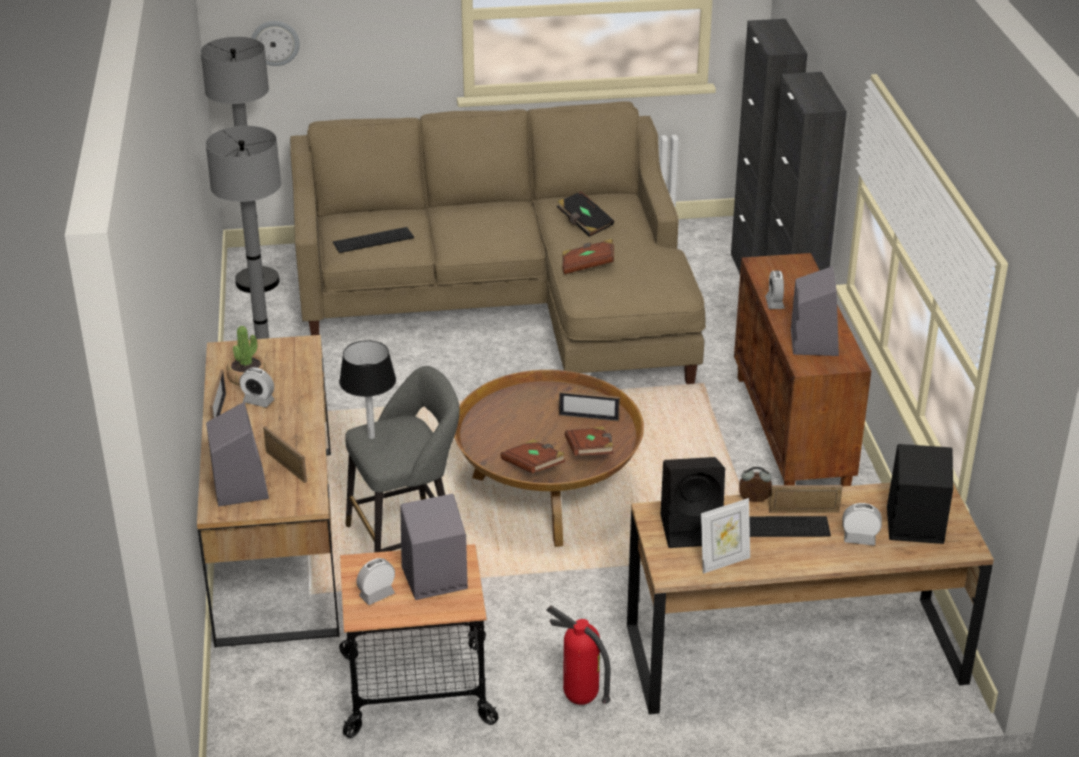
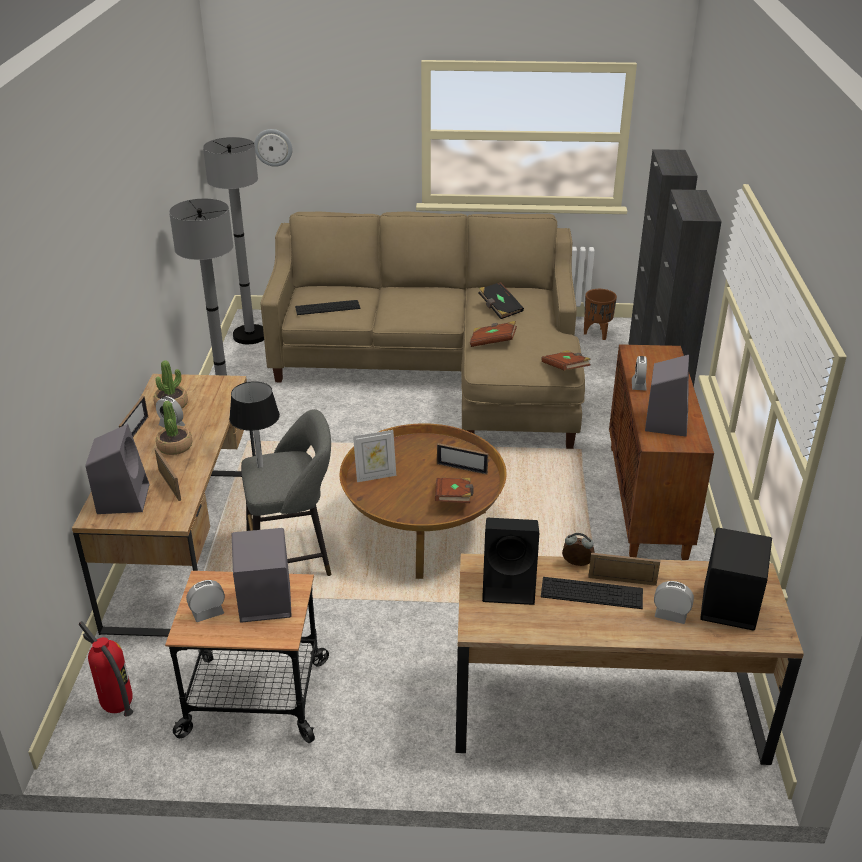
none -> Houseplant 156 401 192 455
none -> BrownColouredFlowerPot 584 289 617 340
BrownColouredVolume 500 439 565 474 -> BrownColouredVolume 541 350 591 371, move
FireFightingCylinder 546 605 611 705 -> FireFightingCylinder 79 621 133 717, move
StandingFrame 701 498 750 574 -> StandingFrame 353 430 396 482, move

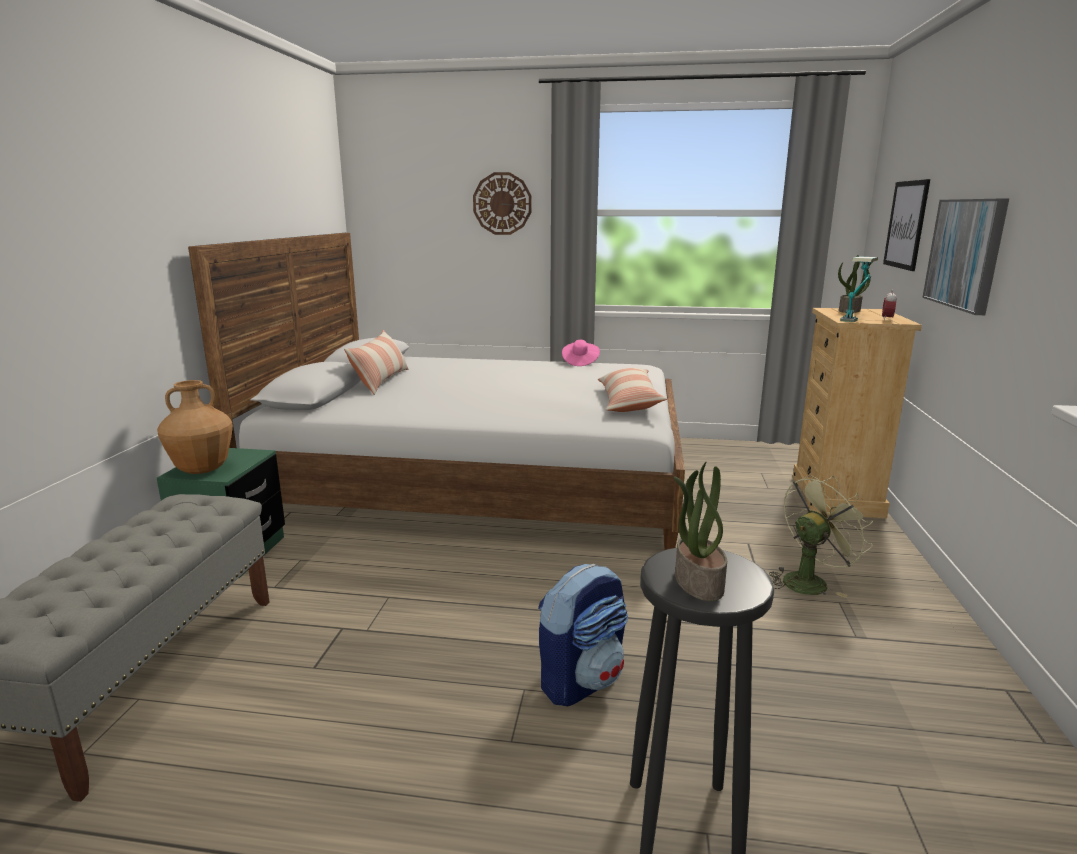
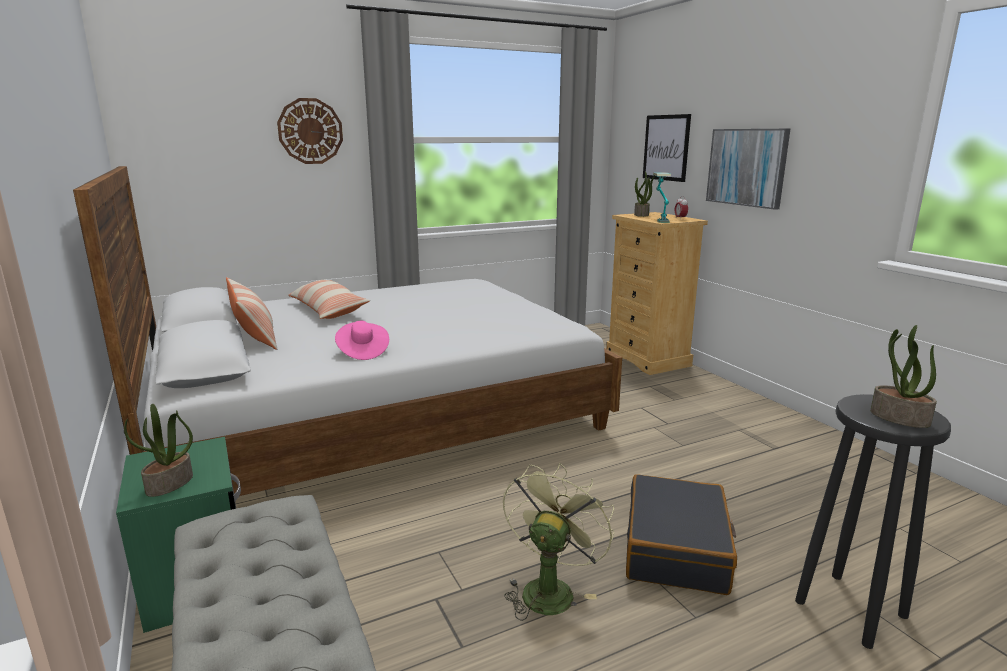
PinkWearableHat 562 340 600 366 -> PinkWearableHat 335 321 389 360, move
ThrowPillow 598 368 667 412 -> ThrowPillow 288 280 370 319, move
GreenishFan 769 475 873 598 -> GreenishFan 503 463 614 621, move
BrownColouredVase 157 380 233 474 -> Houseplant 124 404 193 497
Backpack 538 564 628 706 -> BlackColouredPieceOfLuggage 626 474 737 595

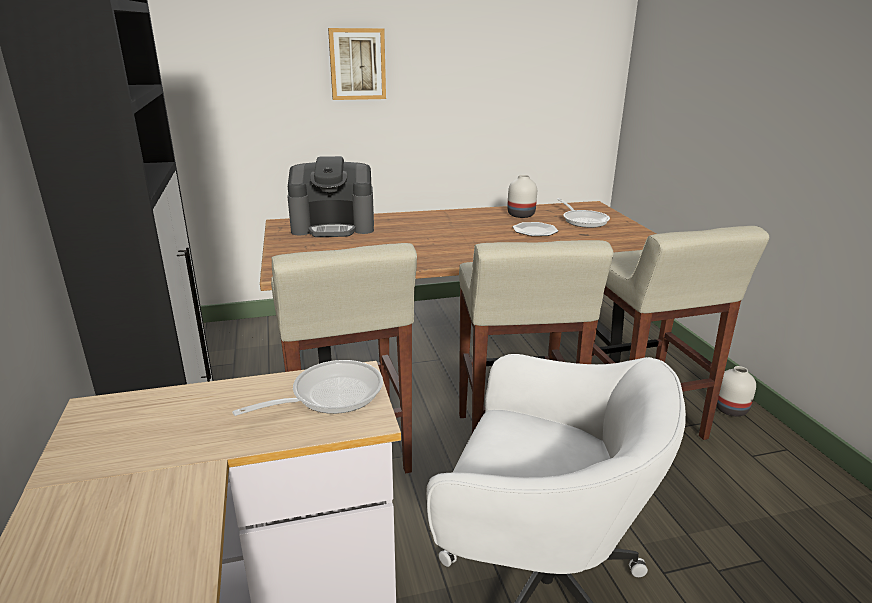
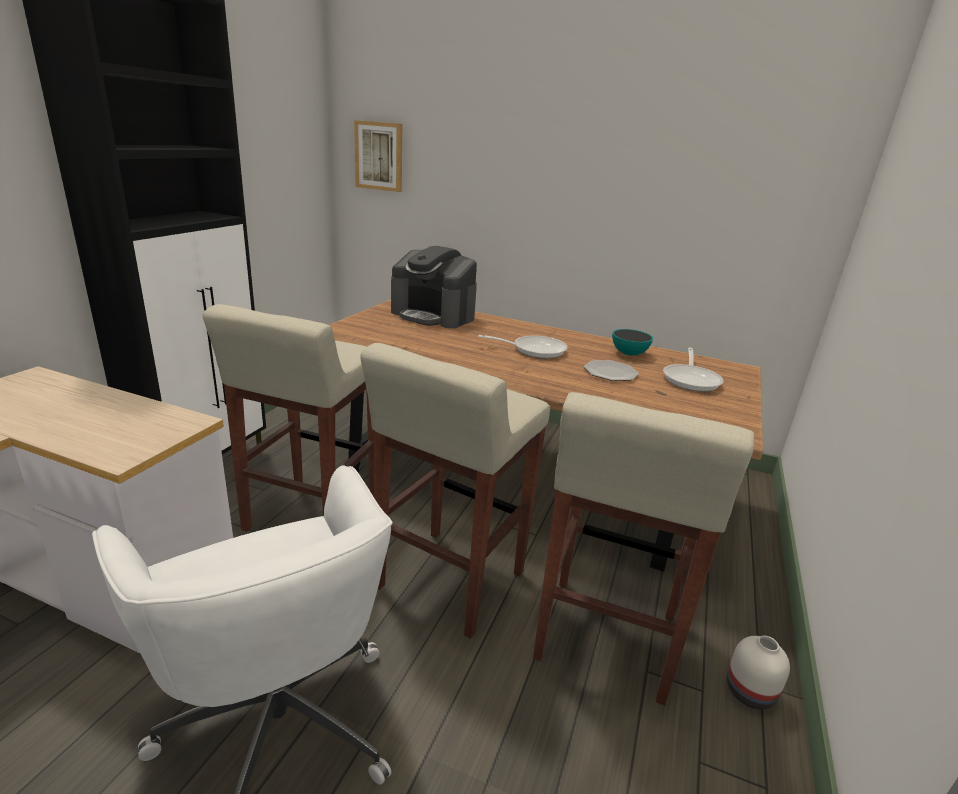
Skillet 232 360 383 416 -> Skillet 478 335 568 359, move
WallArt 328 28 386 100 -> WallArt 354 120 402 192, move
WhiteVase 507 175 537 218 -> DeepDish 612 329 653 355

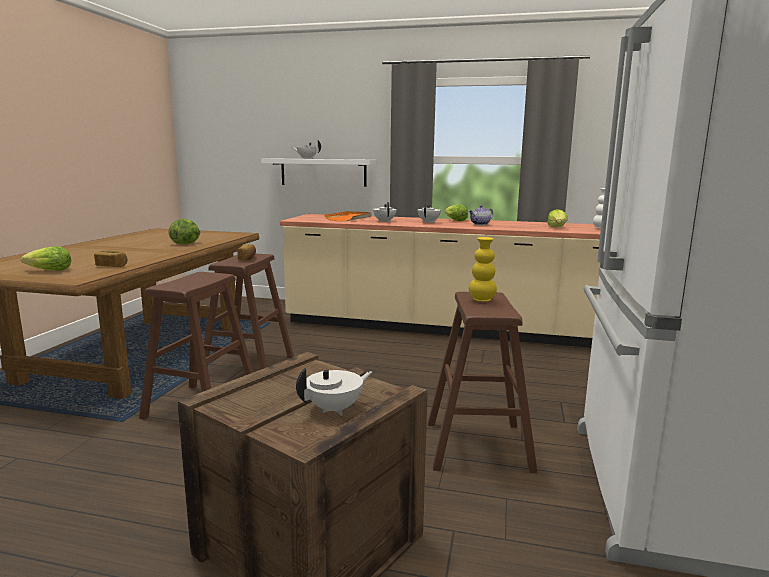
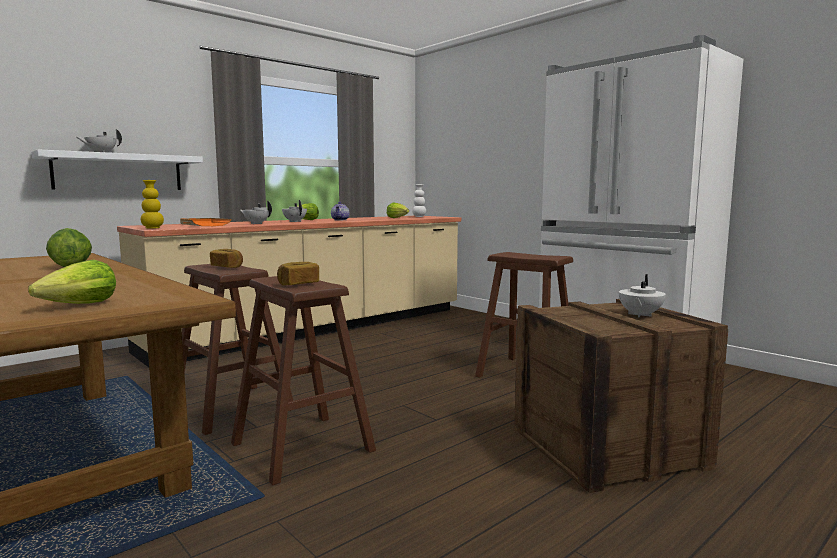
Bread 94 250 127 267 -> Bread 277 262 319 286, move
YellowishVase 469 237 497 302 -> YellowishVase 141 180 164 229, move
WhiteTeaPot 296 368 372 416 -> WhiteTeaPot 619 274 666 318, 150 degrees counterclockwise

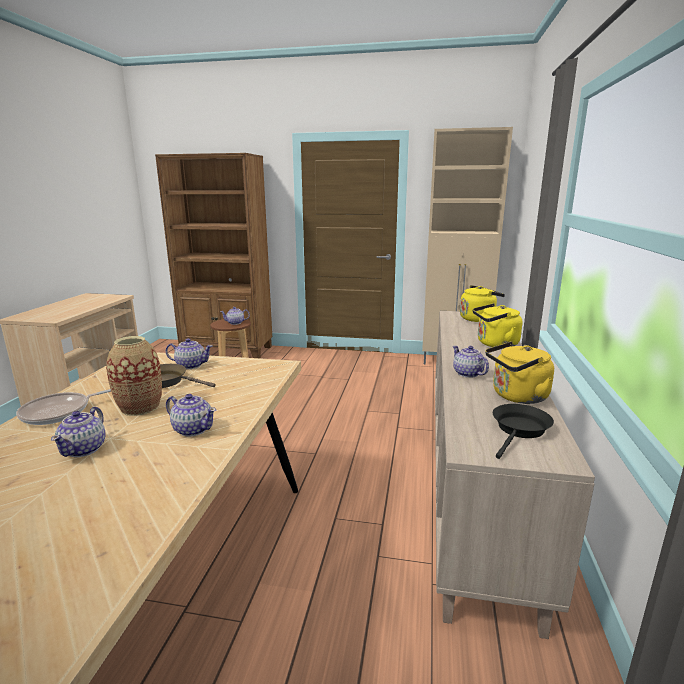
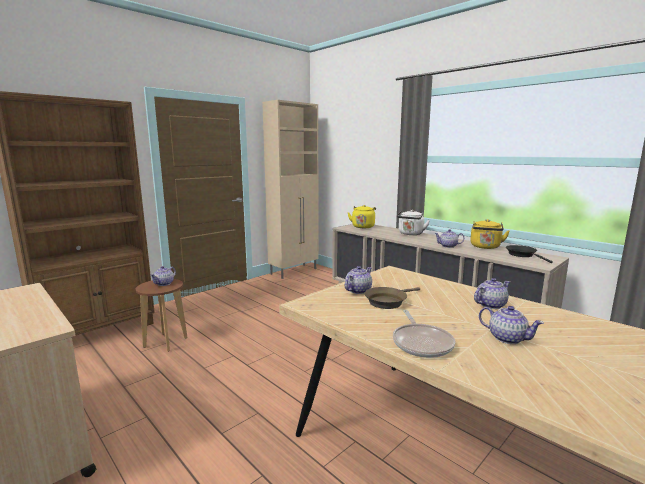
Vase 106 336 162 416 -> none
YellowishWaterKettle 473 303 523 347 -> WhiteWaterKettle 397 210 430 235

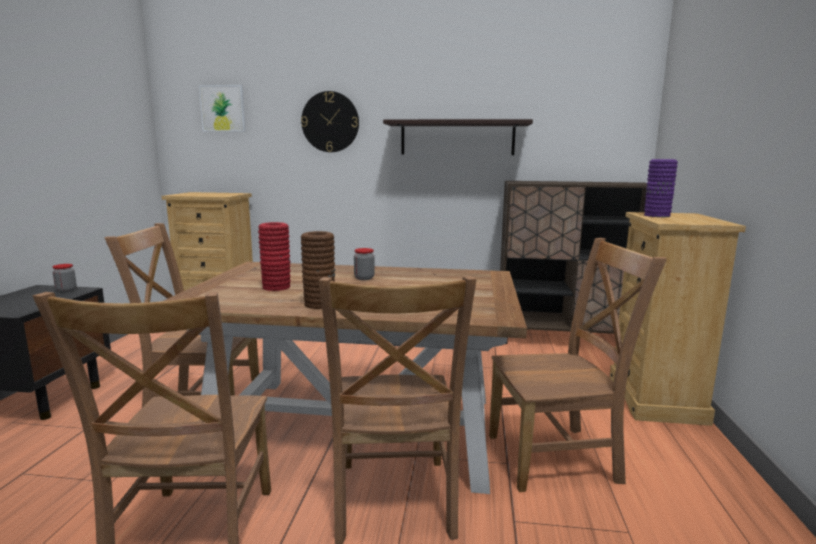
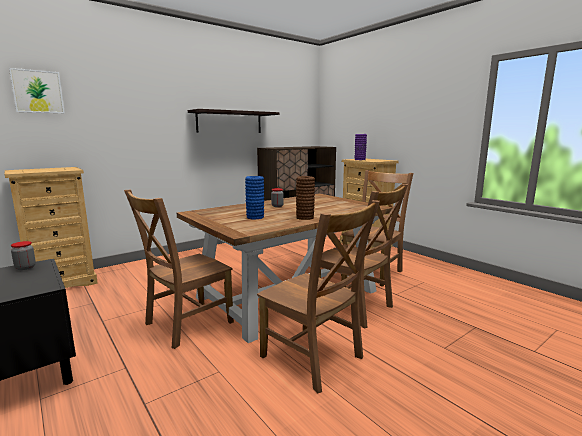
WallClock 301 91 359 152 -> none
RedVase 258 222 291 291 -> BlueColouredVase 245 176 264 219

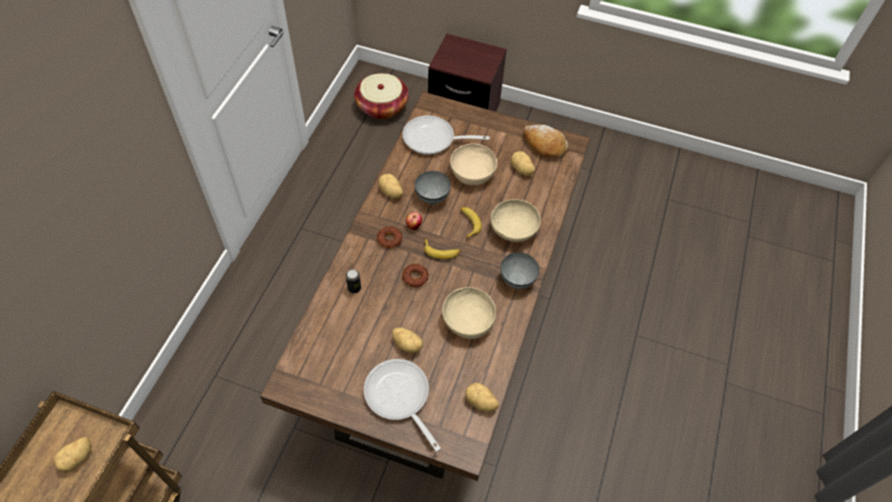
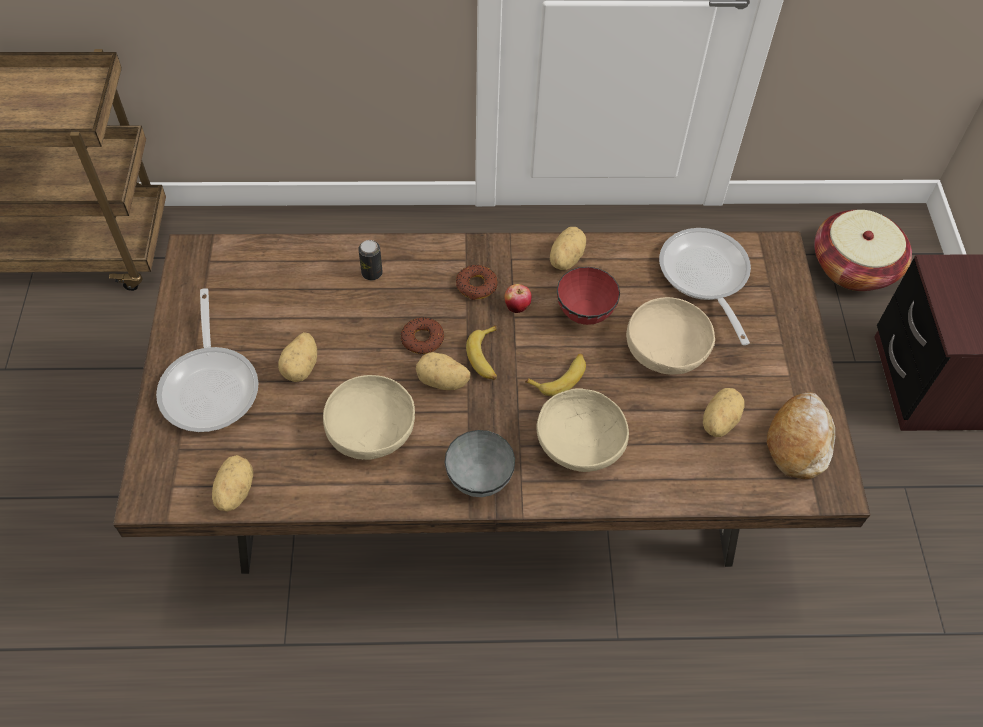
WholePotato 54 437 92 473 -> WholePotato 416 352 471 390, move
GrayDeepDish 415 171 451 204 -> RedDeepDish 557 267 620 325
Skillet 364 359 441 452 -> Skillet 156 288 259 432, 135 degrees clockwise

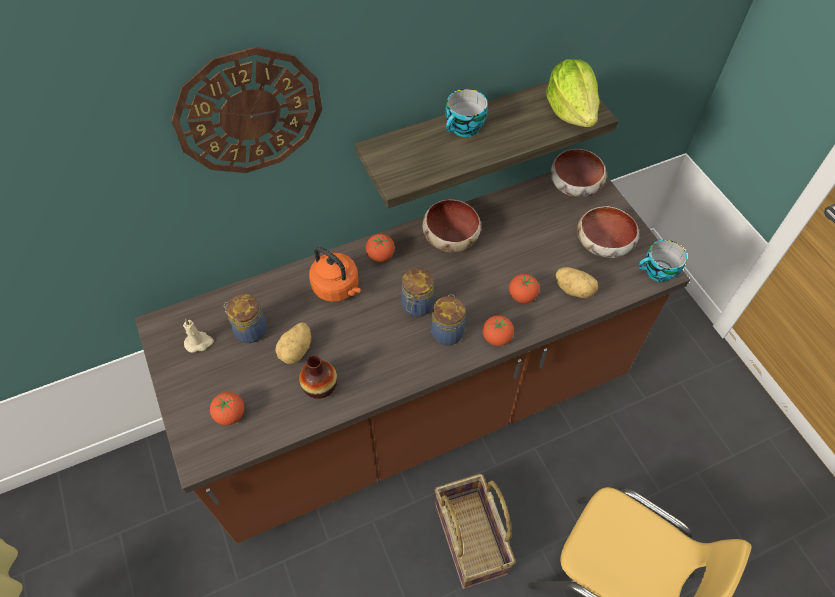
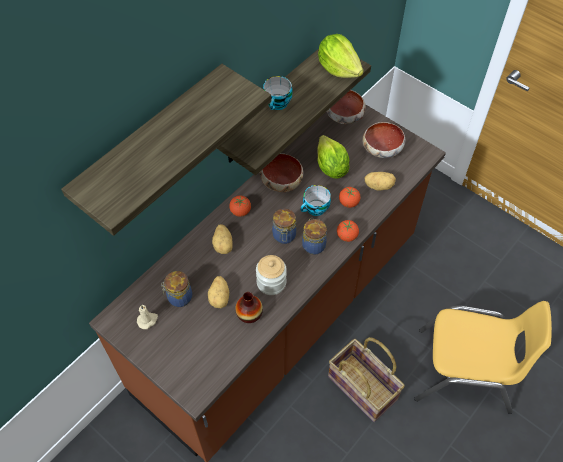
WholeTomato 210 392 244 425 -> none
none -> Jar 256 255 287 295
none -> Lettuce 317 135 350 179
Cup 638 240 687 282 -> Cup 300 185 331 216, move
WallClock 171 47 322 173 -> BracketShelf 61 64 271 236
OrangeyWaterKettle 309 246 361 302 -> WholePotato 212 224 233 254

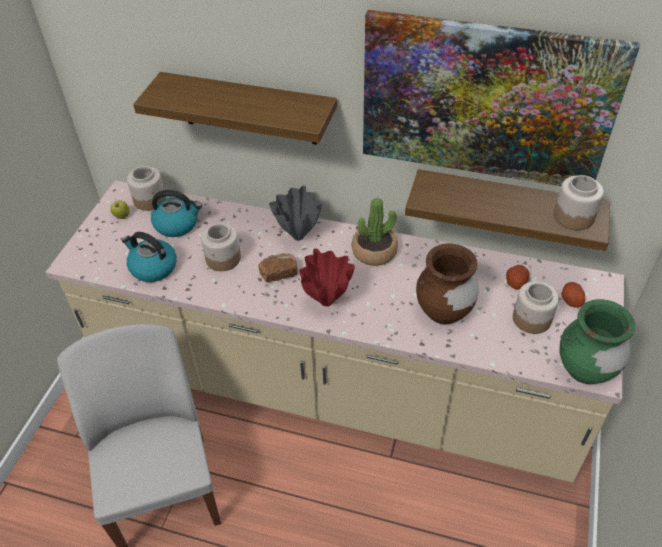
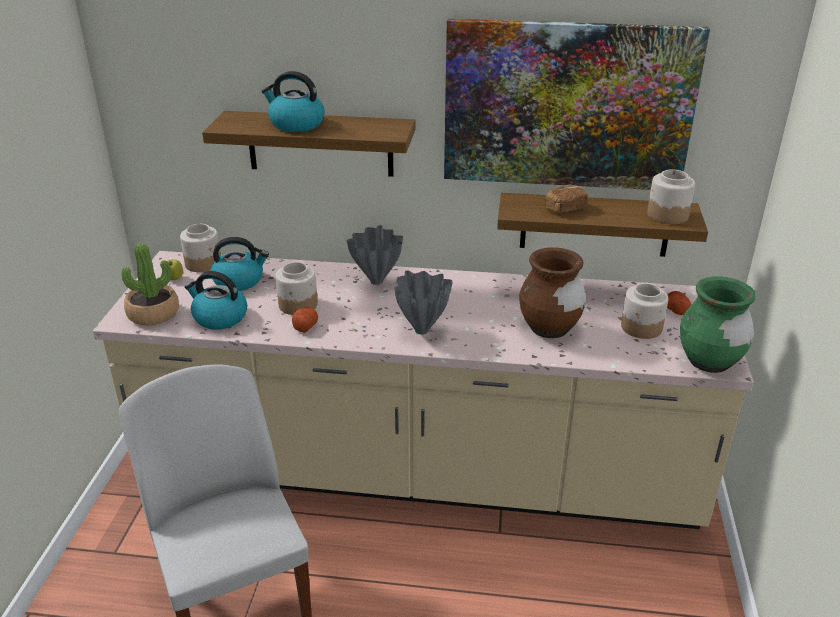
none -> WaterKettle 261 71 324 132
Bread 259 253 298 282 -> Bread 545 185 588 213, move
Houseplant 352 197 398 266 -> Houseplant 121 243 179 325, move
WholePotato 506 265 529 290 -> WholePotato 292 308 318 333, move
RedVase 299 248 355 306 -> GrayVase 394 271 453 335

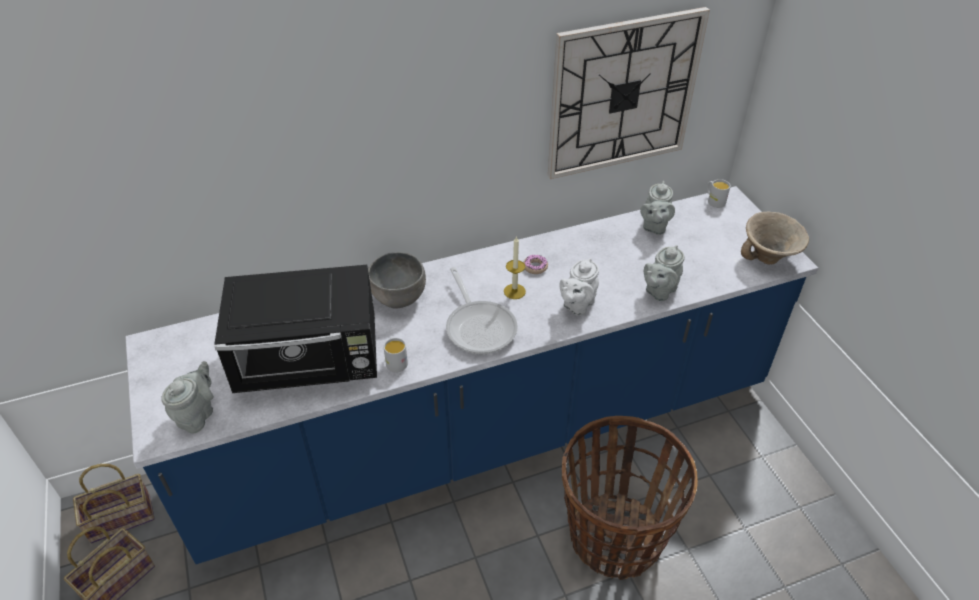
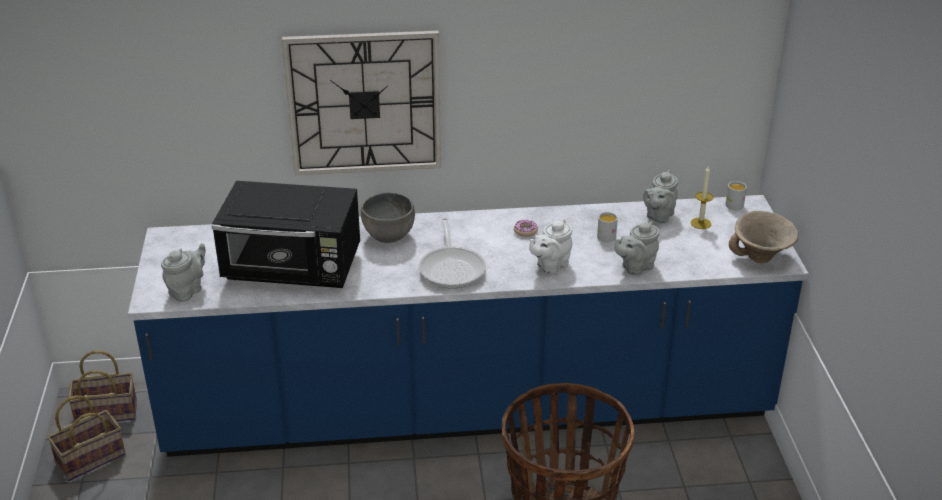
WhiteMug 384 337 408 372 -> WhiteMug 597 212 618 242, move
WaxCandle 504 236 526 299 -> WaxCandle 691 165 713 229, move
WallClock 548 7 710 179 -> WallClock 282 31 441 175, move

